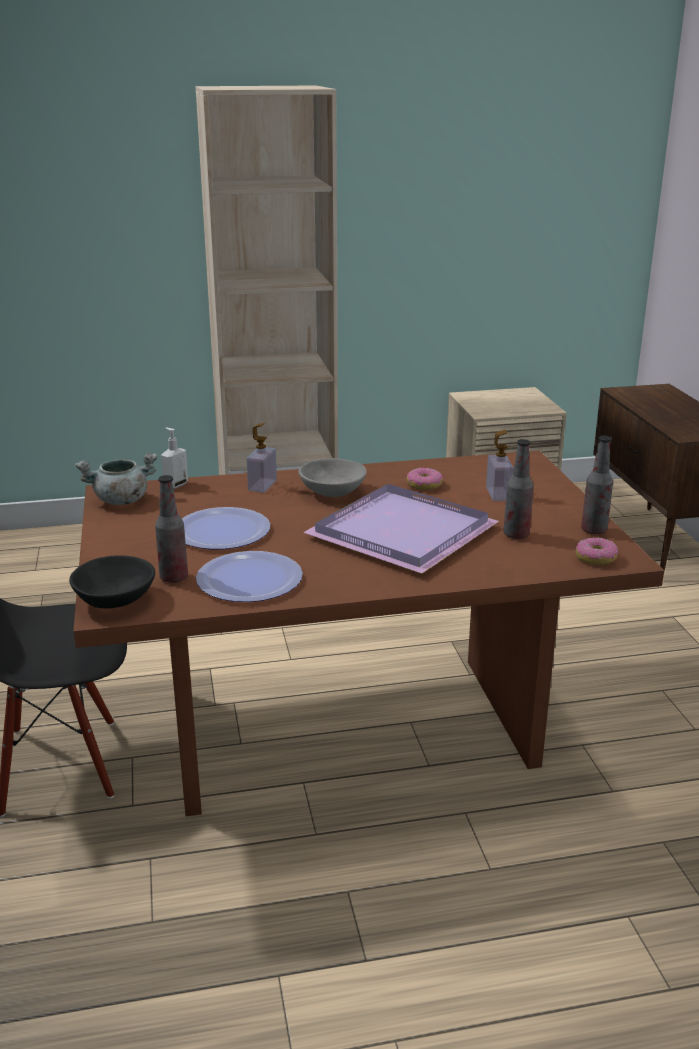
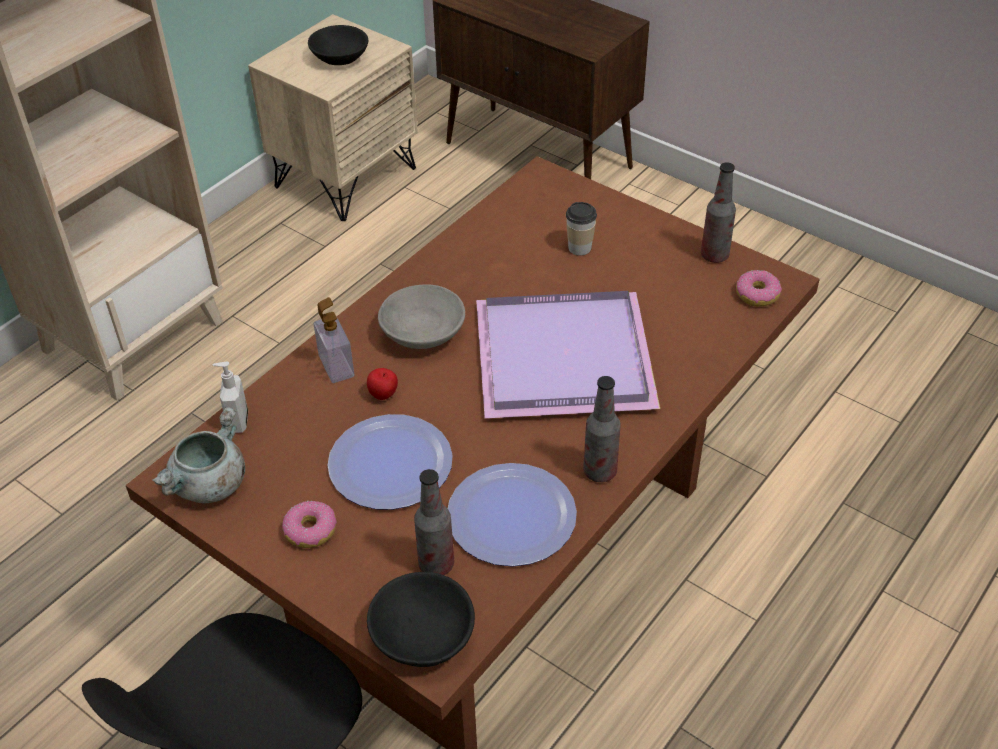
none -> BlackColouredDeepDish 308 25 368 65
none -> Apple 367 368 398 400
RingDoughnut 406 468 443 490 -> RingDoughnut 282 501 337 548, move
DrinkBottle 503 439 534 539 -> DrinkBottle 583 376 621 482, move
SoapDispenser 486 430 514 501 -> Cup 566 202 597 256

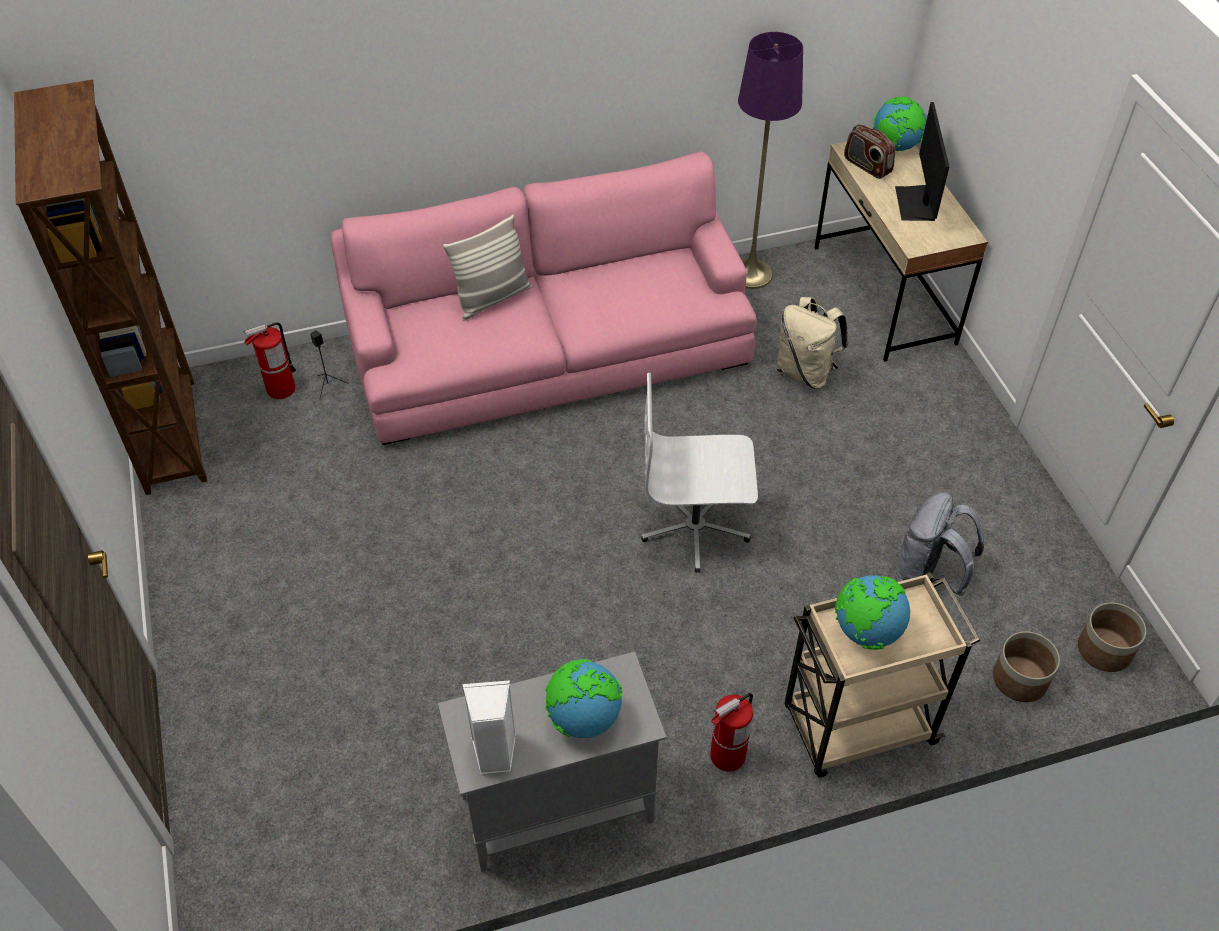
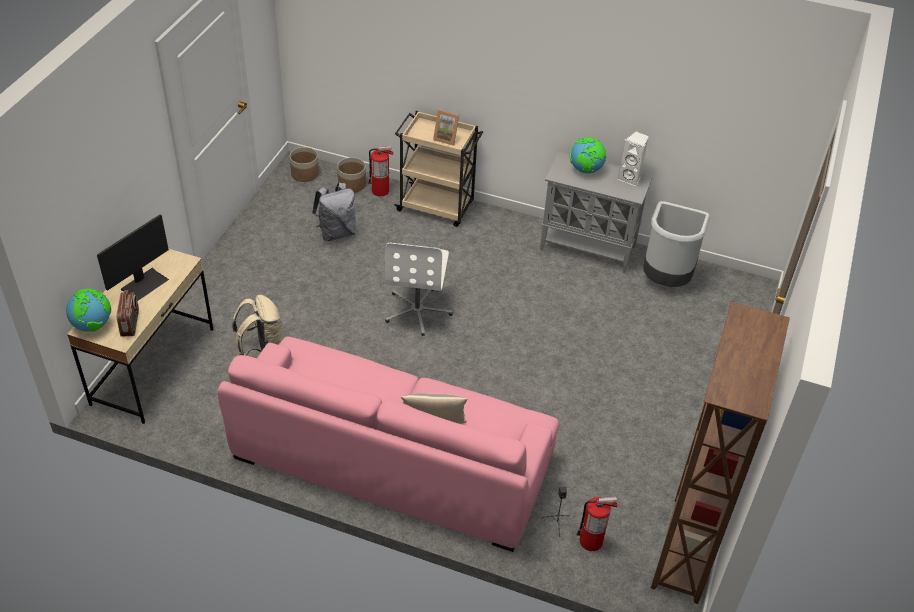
PurpleColouredStandingLamp 738 32 803 289 -> none
none -> GrayWasteBin 643 201 710 287
FireFightingCylinder 710 693 753 772 -> FireFightingCylinder 368 146 393 196, move
WorldGlobe 835 575 910 650 -> StandingFrame 433 110 459 146
WhiteDeskChair 641 373 758 573 -> WhiteDeskChair 385 243 453 336, 60 degrees clockwise

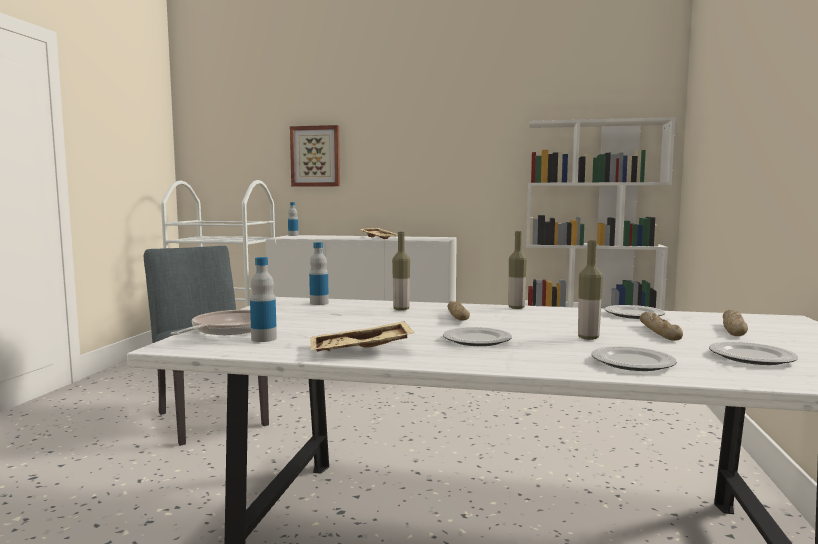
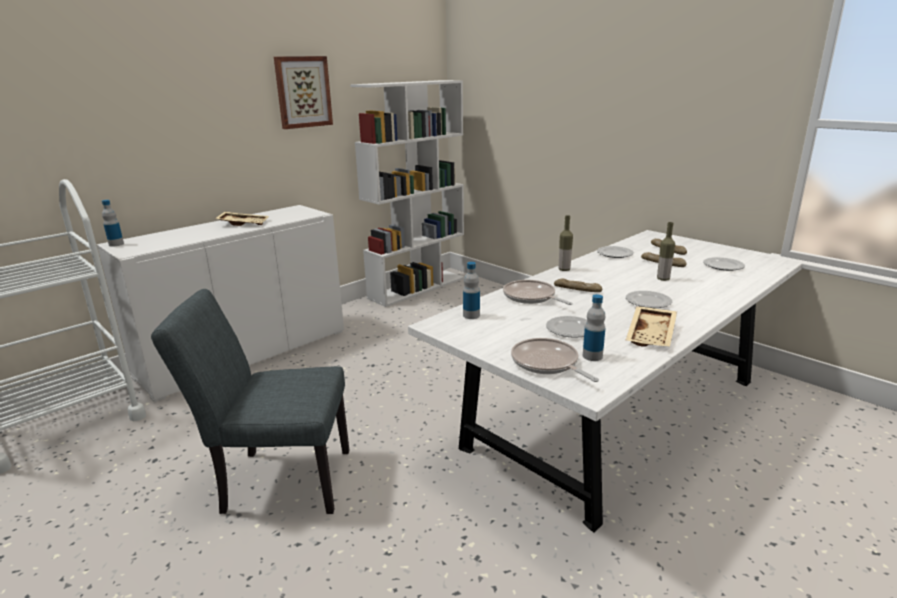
WallArt 290 125 340 187 -> WallArt 274 56 333 129, move
Plate 591 346 677 371 -> Plate 546 316 587 338, move
DrinkBottle 392 232 410 311 -> Skillet 503 280 573 305

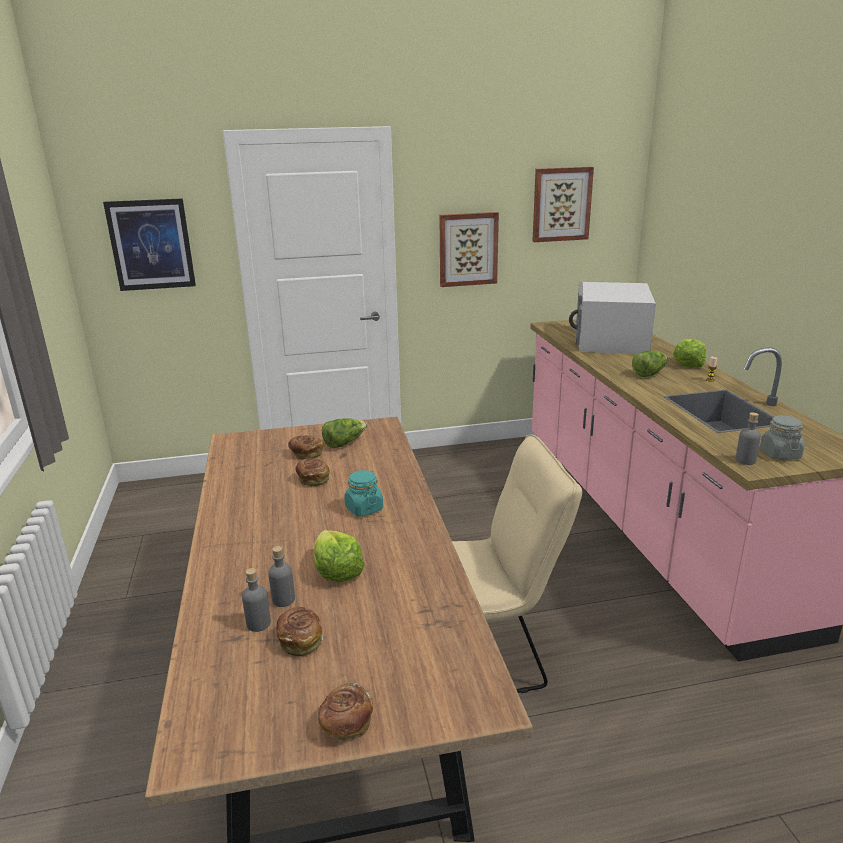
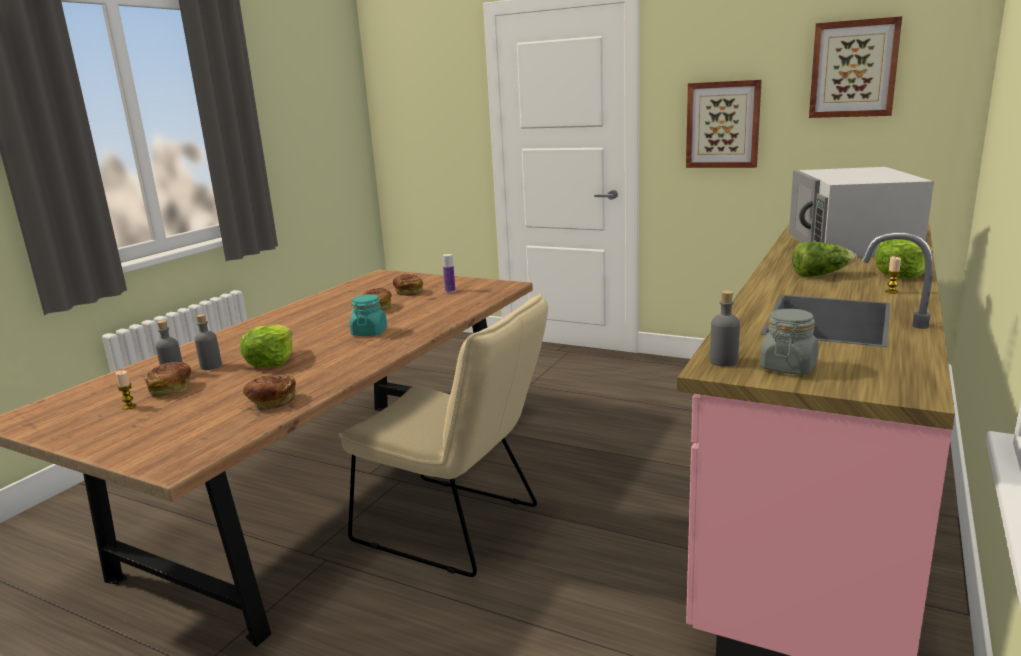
WallArt 103 198 196 291 -> none
none -> WaxCandle 116 370 136 410
Bread 319 682 373 741 -> Bread 243 374 296 409, move
Lettuce 322 418 367 448 -> DrinkBottle 442 254 455 293
WhiteKitchenMicrowave 569 282 656 354 -> WhiteKitchenMicrowave 789 167 934 257, 45 degrees counterclockwise

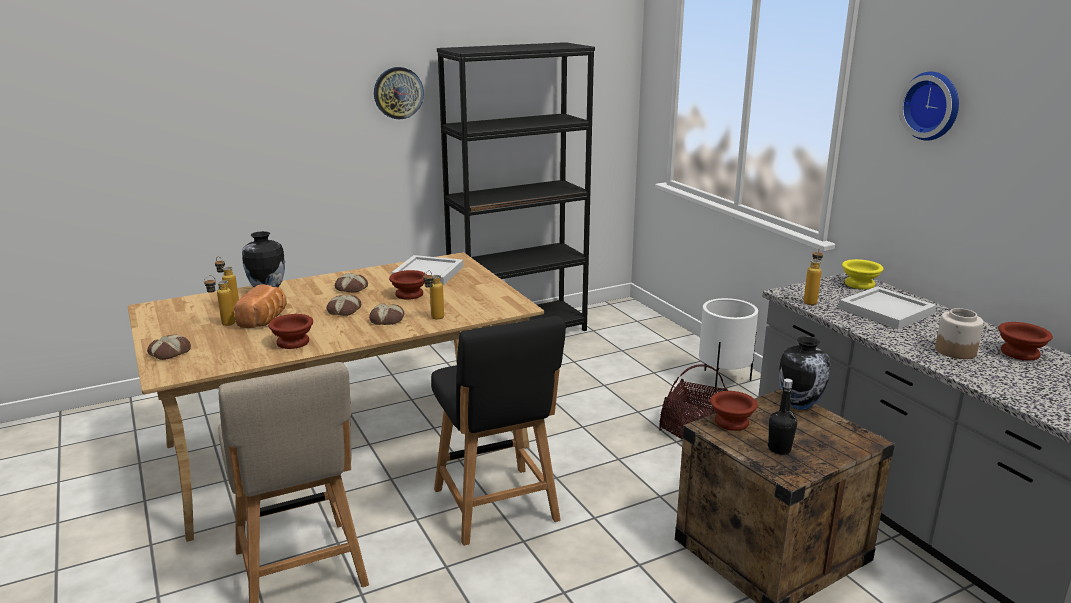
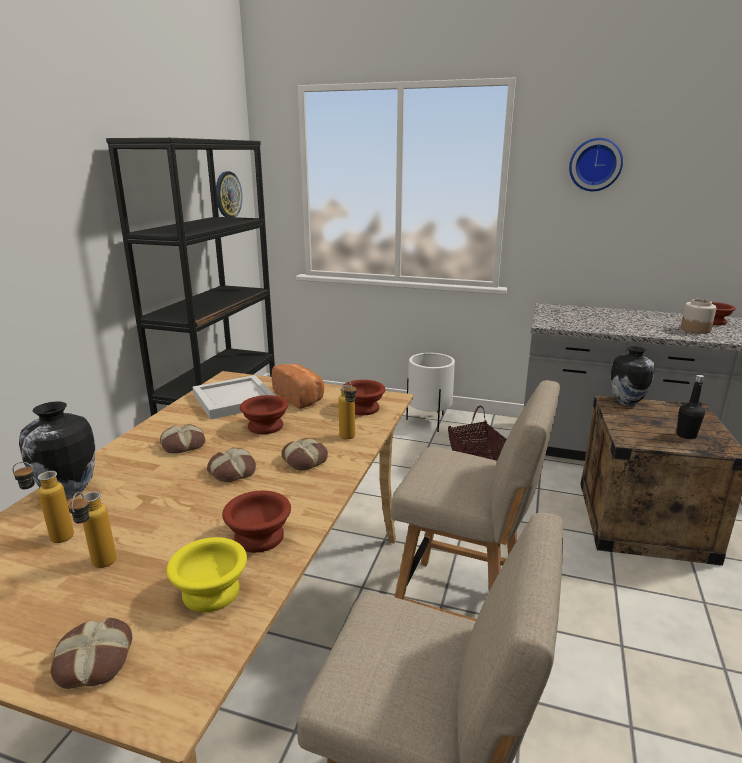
DrinkBottle 803 248 823 305 -> none
WhiteCarryingTray 839 286 936 329 -> none
Bread 234 284 287 328 -> Bread 272 364 324 409, move
WallClock 374 67 424 119 -> WallClock 216 171 242 217, move
BrownColouredDeepDish 710 391 758 431 -> BrownColouredDeepDish 342 380 385 415, move
YellowishDeepDish 842 259 883 289 -> YellowishDeepDish 167 537 247 613, move
BlackColouredPlainChair 431 316 566 546 -> BeigeColouredPlainChair 390 380 560 621

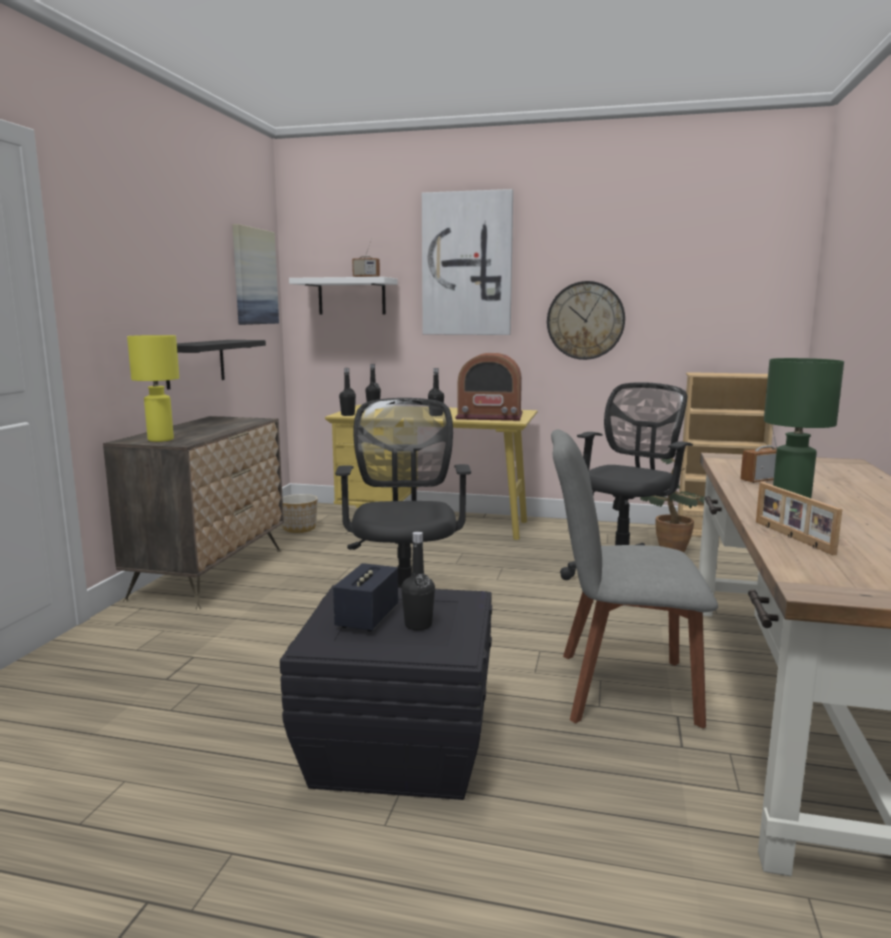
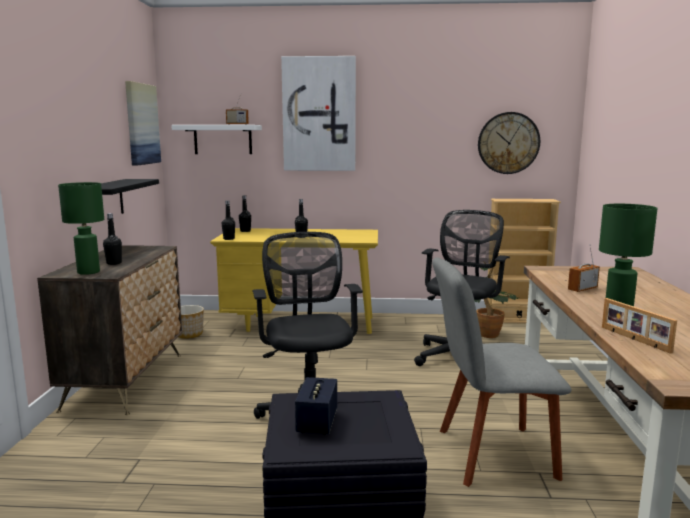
RadioReceiver 455 353 523 421 -> none
BlackColouredDrinkBottle 401 532 435 630 -> BlackColouredDrinkBottle 103 213 122 265, move
WallClock 547 281 625 360 -> WallClock 478 112 540 174, move
YellowishTabletopLamp 127 335 179 442 -> GreenishTabletopLamp 58 182 104 275

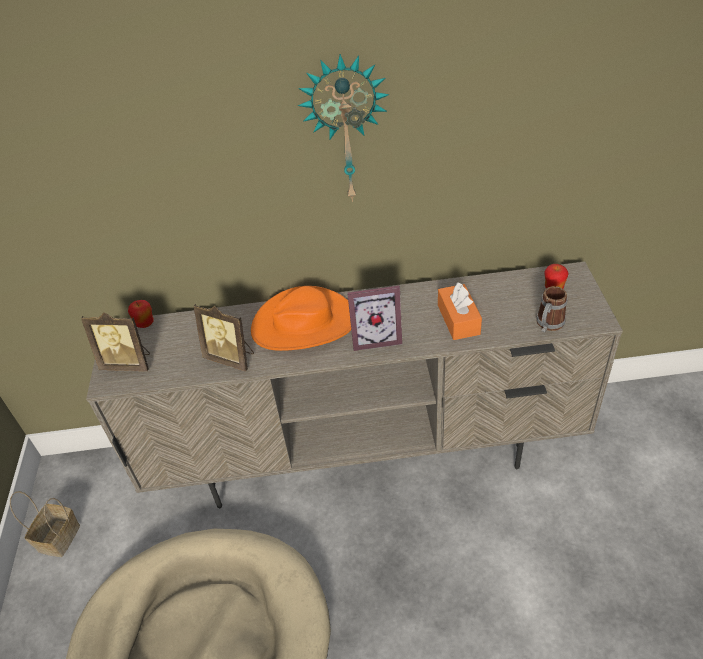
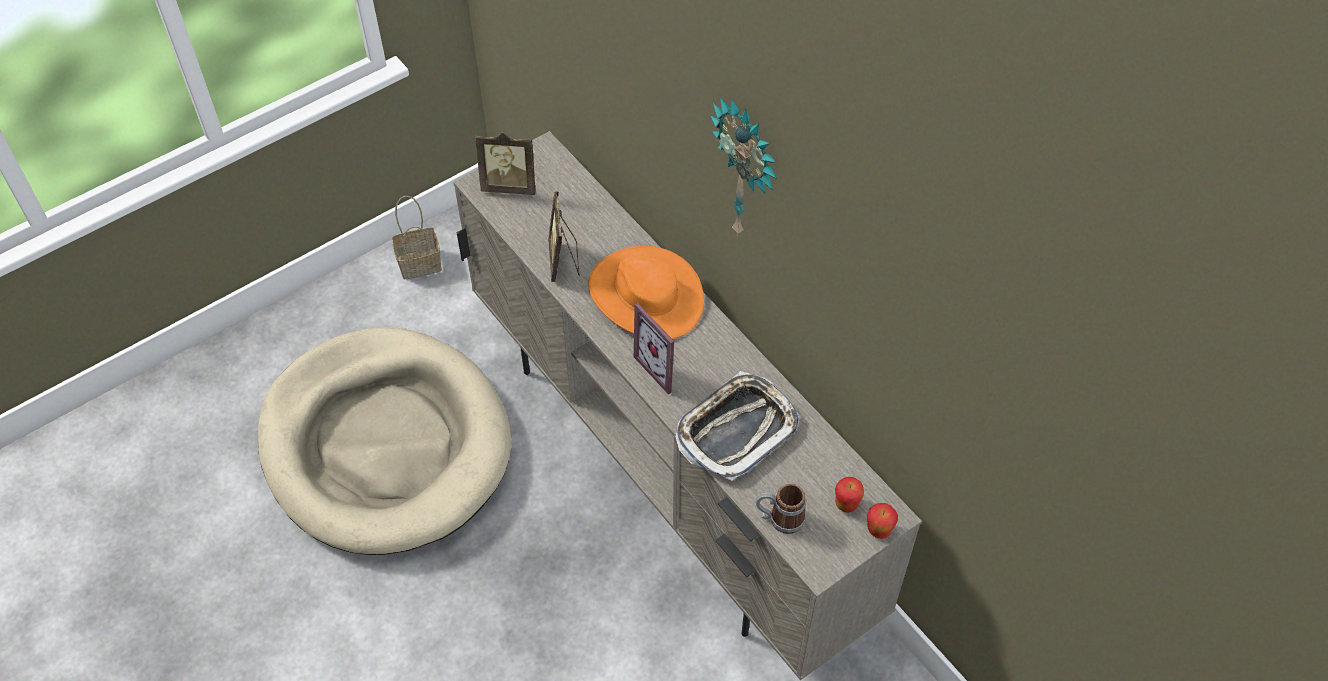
Apple 128 300 154 328 -> Apple 867 503 898 539, move
OrangeyBoxOfTissues 438 282 482 340 -> CarryingTray 675 371 799 481
StandingFrame 81 312 150 371 -> StandingFrame 476 133 535 195, 60 degrees counterclockwise

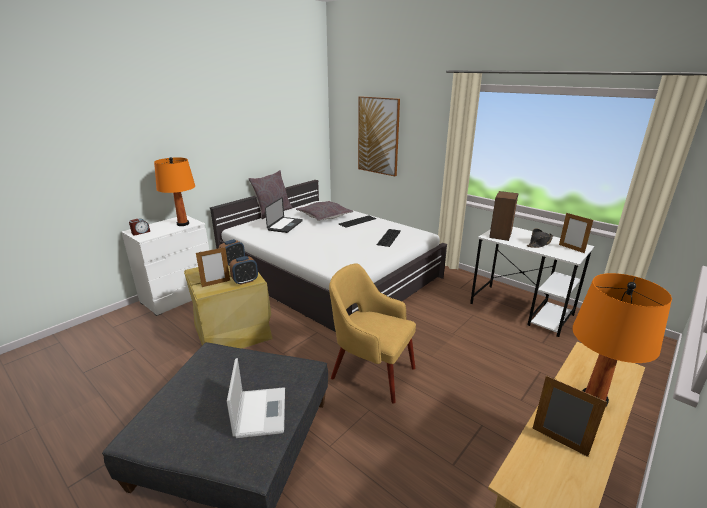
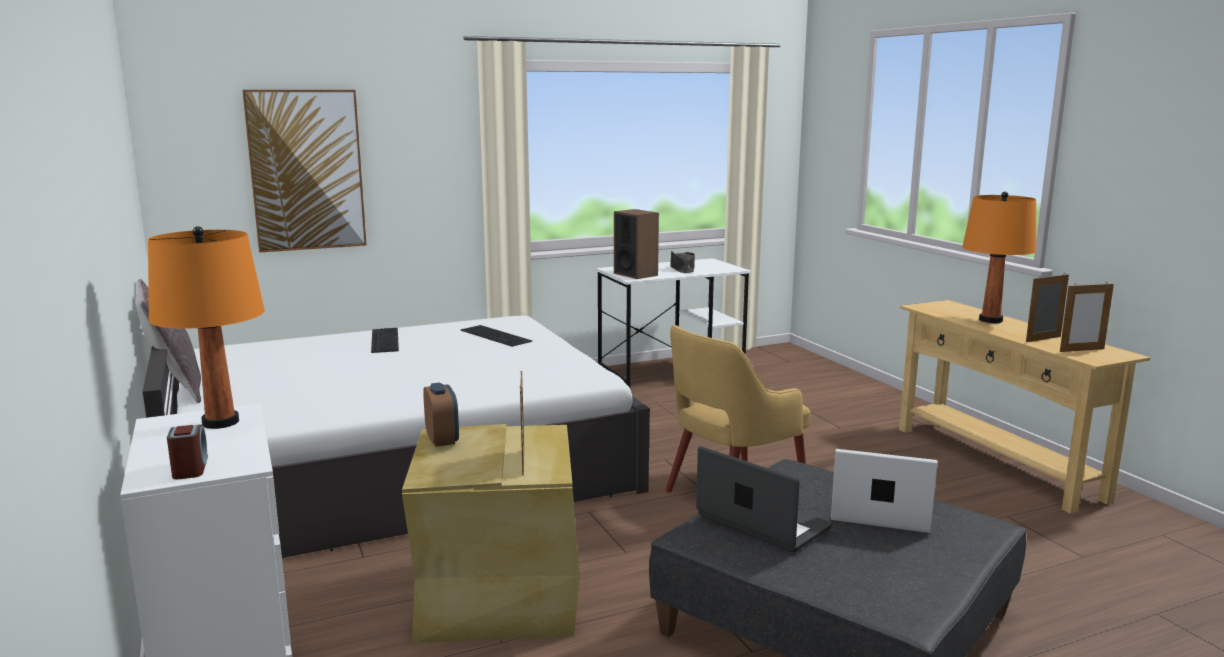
AlarmClock 229 256 258 285 -> none
GrayThrowPillow 296 201 353 221 -> none
PortableComputer 265 197 303 233 -> PortableComputer 696 446 832 552, move
StandingFrame 559 213 593 253 -> StandingFrame 1060 283 1114 352, move

